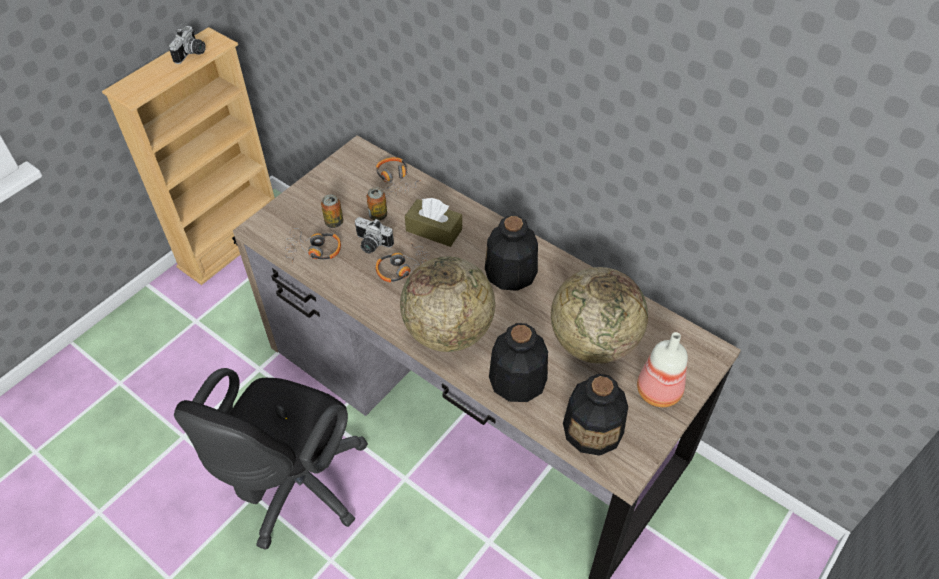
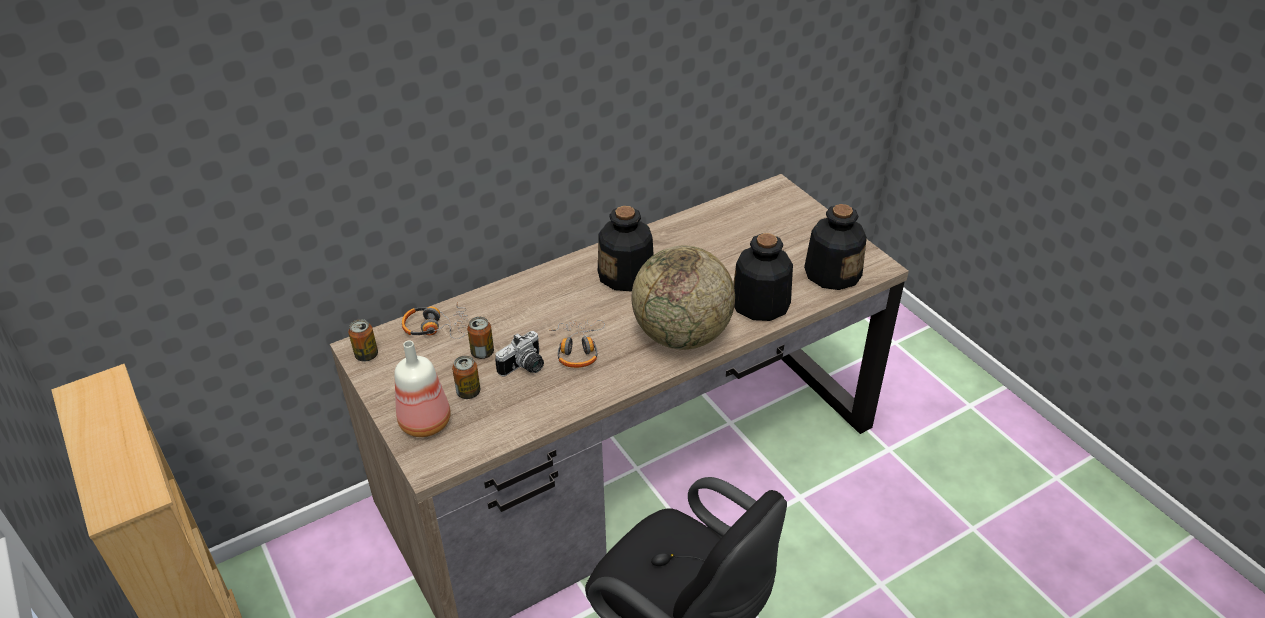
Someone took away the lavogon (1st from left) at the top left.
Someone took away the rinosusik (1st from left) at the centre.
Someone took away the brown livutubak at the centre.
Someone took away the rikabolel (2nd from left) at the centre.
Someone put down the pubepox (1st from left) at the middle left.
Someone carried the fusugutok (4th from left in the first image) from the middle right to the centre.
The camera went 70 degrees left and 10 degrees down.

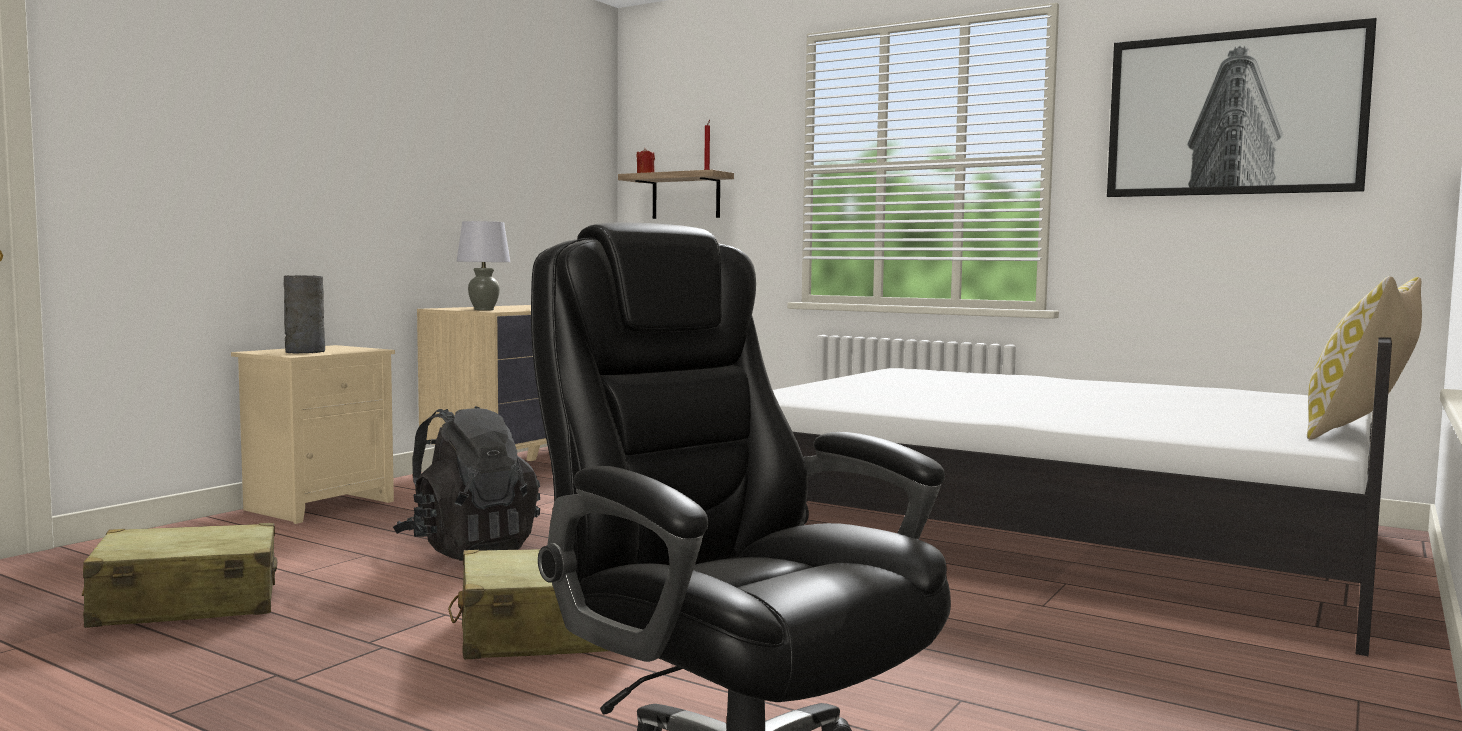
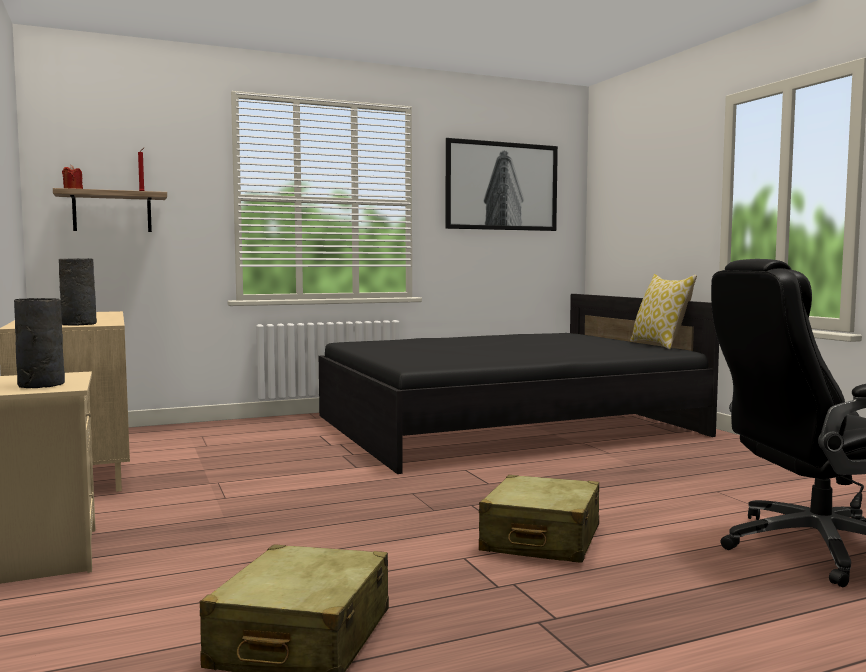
Someone took away the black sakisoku at the middle left.
Someone swapped the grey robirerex at the middle left for the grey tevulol (2nd from left) at the middle left.
Someone repainted the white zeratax at the bottom right, which became the black zeratax at the centre.
The camera went 55 degrees left and 0 degrees up.

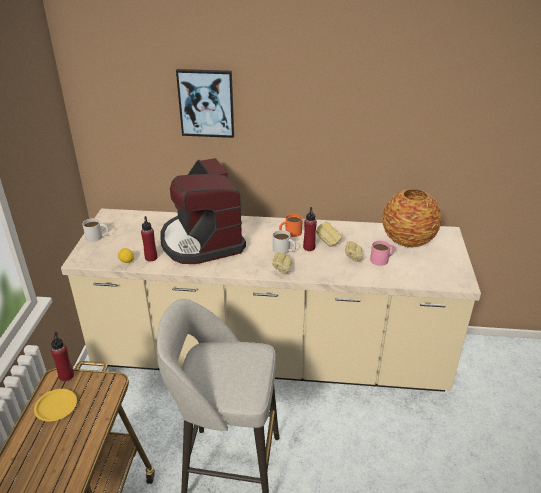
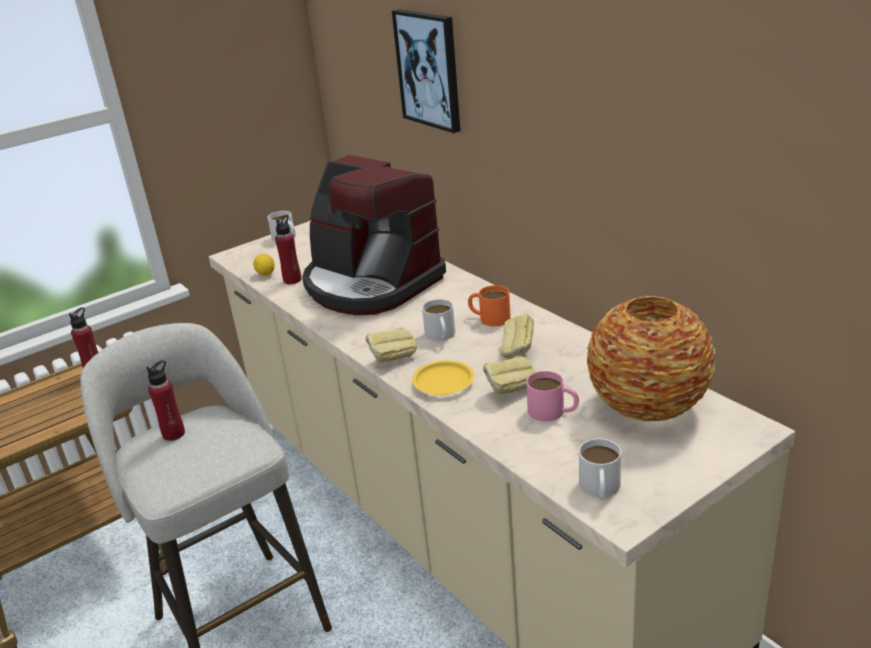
Someone put down the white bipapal (3rd from left) at the bottom right.
Someone carried the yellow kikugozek from the bottom left to the centre.
Someone carried the red fusugutok (3rd from left in the first image) from the centre to the middle left.
Someone rotated the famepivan at the centre by 75 degrees counterclockwise.
The camera went 50 degrees right and 5 degrees down.

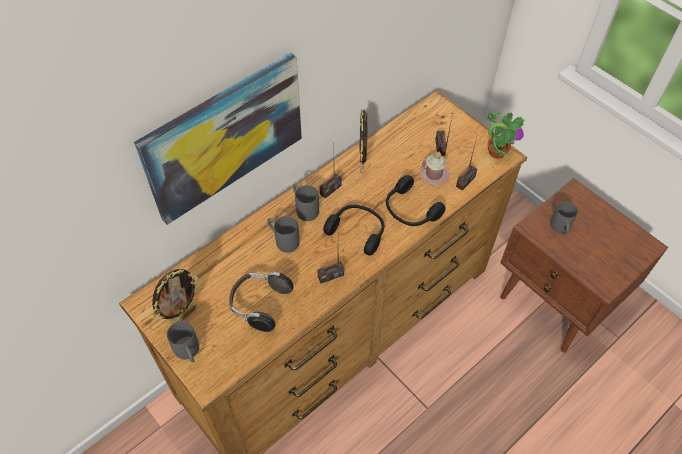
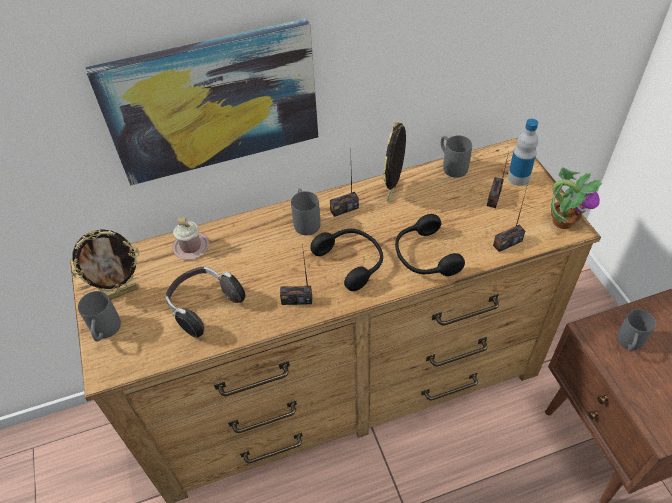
Someone put down the fusugutok at the top right.
Someone carried the grey bipapal (2nd from left in the first image) from the centre to the top right.
Someone carried the pink bipapal from the centre to the middle left.
The camera went 25 degrees right and 5 degrees down.

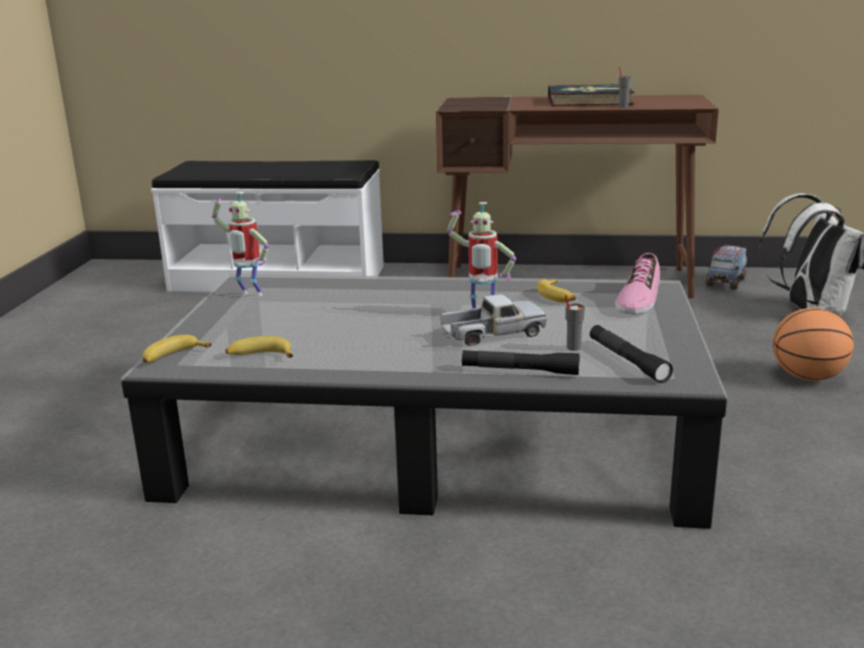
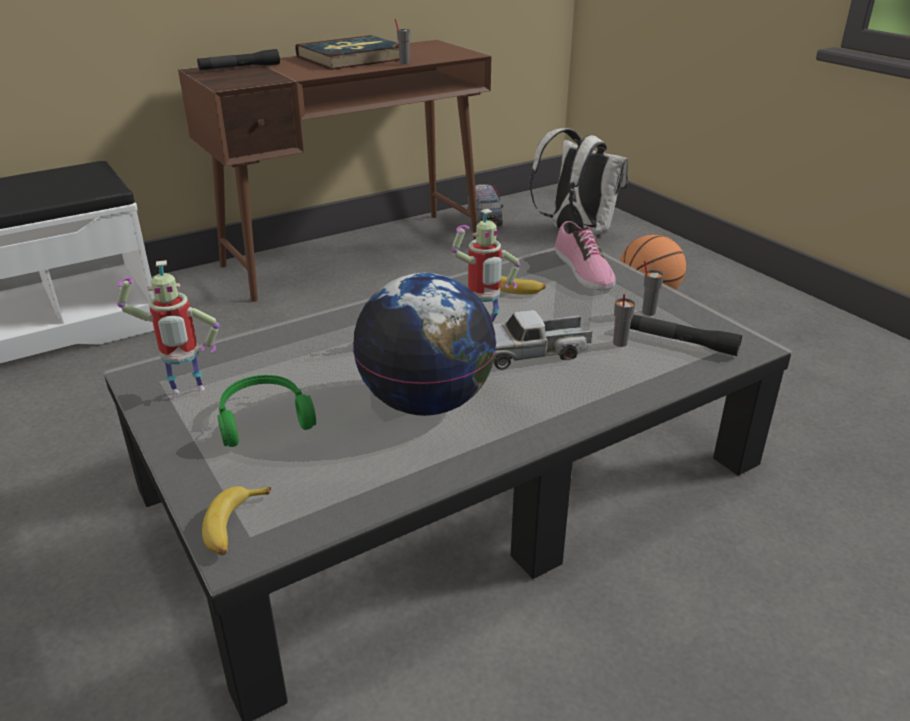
Someone took away the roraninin (2nd from left) at the middle left.
Someone put down the green rinosusik at the middle left.
Someone put down the rikabolel at the centre.
Someone put down the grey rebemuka (3rd from left) at the middle right.
Someone carried the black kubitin (1st from left) from the centre to the top left.
Someone rotated the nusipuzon (1st from left in the first image) at the centre by 135 degrees counterclockwise.
The camera went 40 degrees left and 10 degrees up.

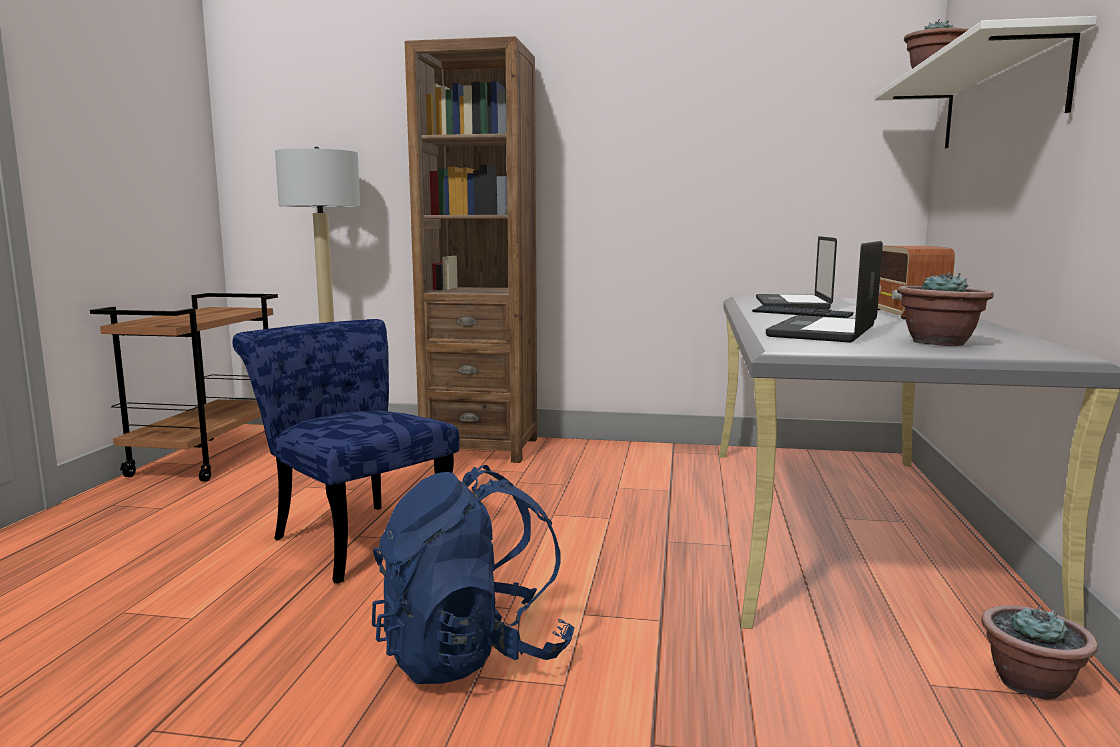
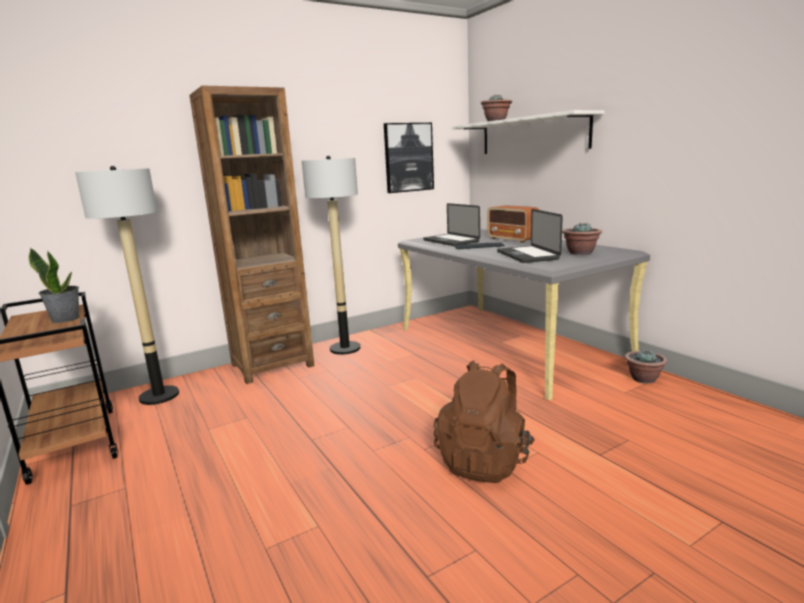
Someone took away the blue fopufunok at the middle left.
Someone put down the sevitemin (1st from left) at the middle left.
Someone put down the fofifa (2nd from left) at the centre.
Someone put up the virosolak at the top centre.
Someone repainted the blue sakisoku at the bottom centre, which became the brown sakisoku at the bottom centre.
The camera went 40 degrees left and 5 degrees up.

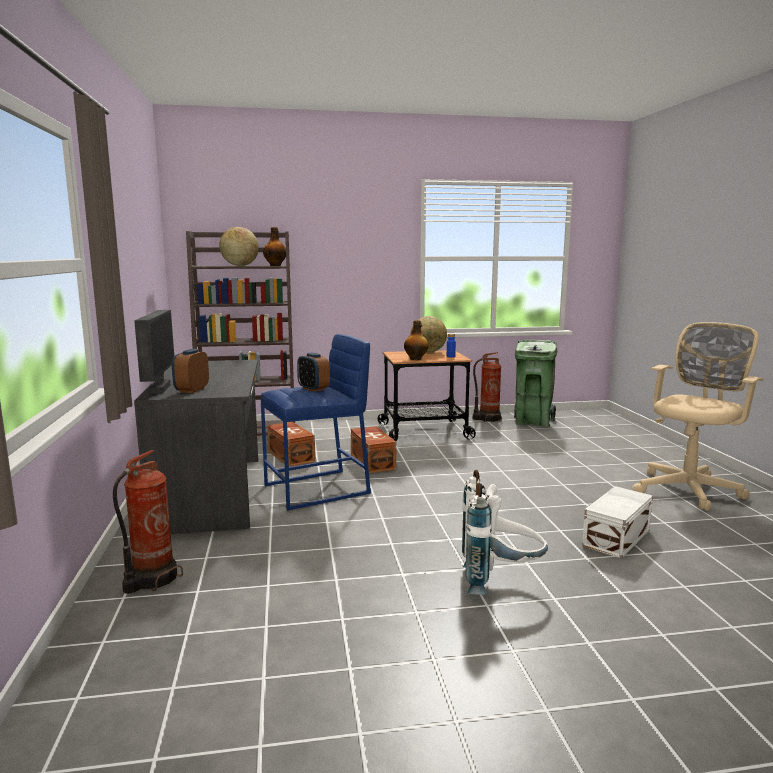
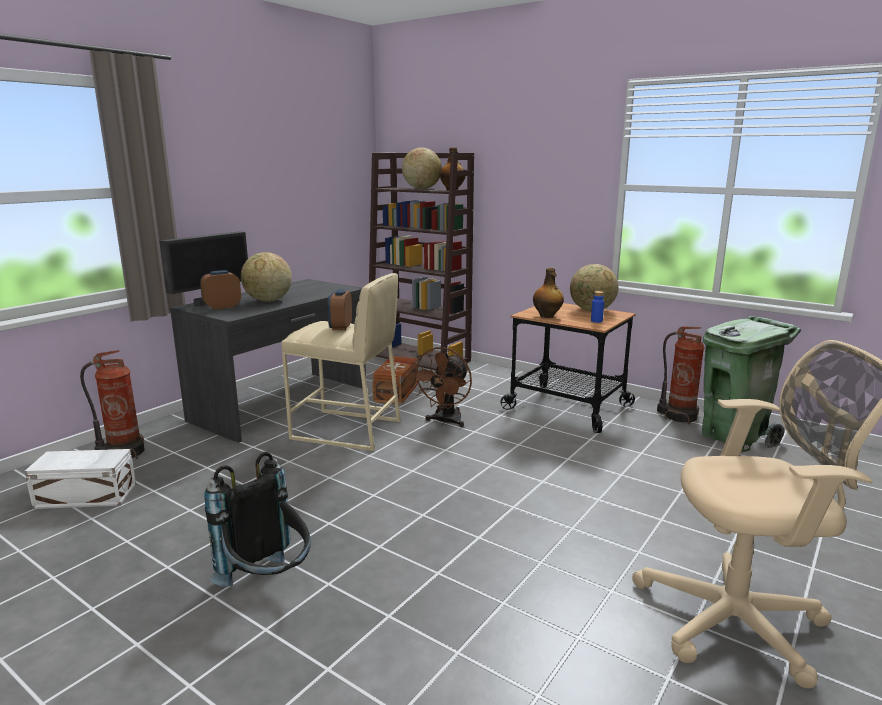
Someone put down the rikabolel (1st from left) at the middle left.
Someone carried the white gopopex from the bottom right to the bottom left.
Someone swapped the brown gopopex (2nd from left) at the centre for the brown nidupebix at the centre.
Someone repainted the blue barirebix at the centre, which became the beige barirebix at the centre.
Someone repainted the white sakisoku at the bottom centre, which became the black sakisoku at the bottom left.
The camera went 45 degrees right and 5 degrees up.

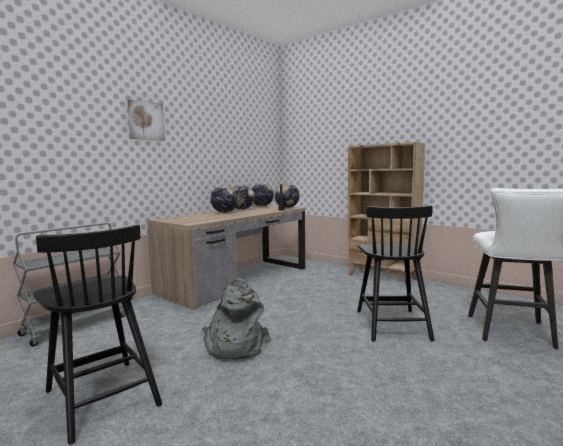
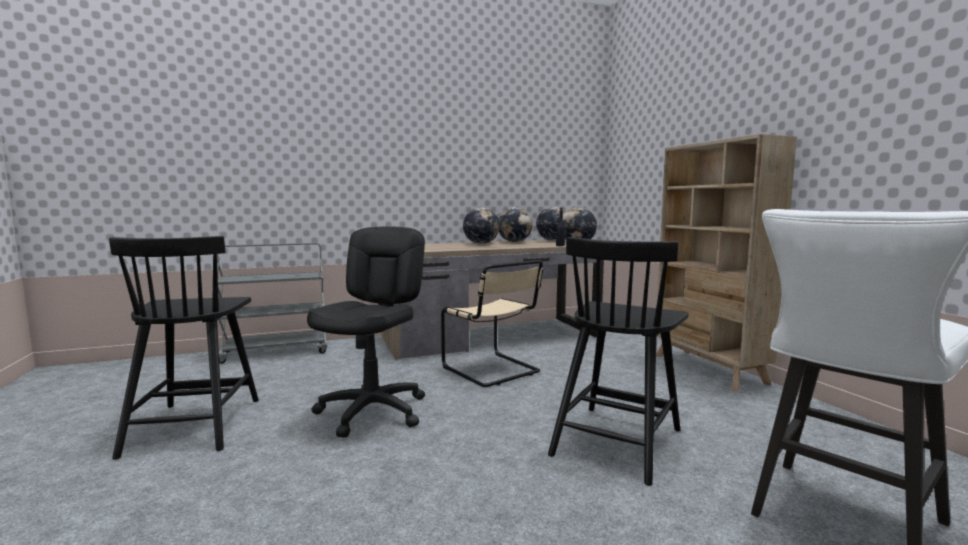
Someone took away the virosolak at the top left.
Someone put down the beige fopufunok at the centre.
Someone swapped the grey sakisoku at the bottom centre for the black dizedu at the centre.
The camera went 30 degrees right and 0 degrees up.

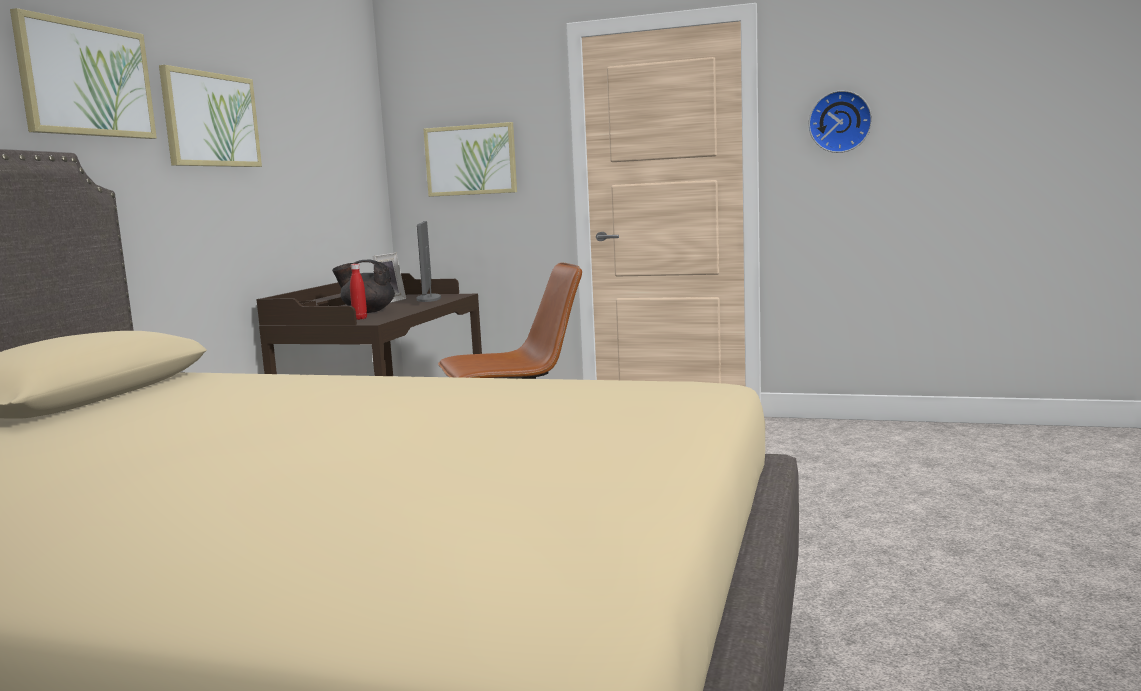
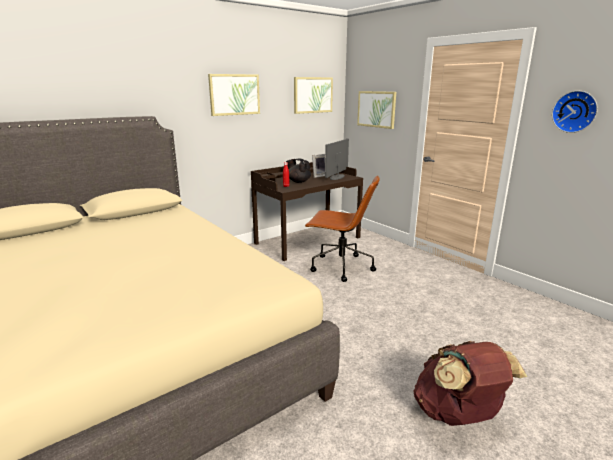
Someone put down the brown sakisoku at the bottom right.
Someone carried the virosolak (1st from left in the first image) from the top left to the top centre.
The camera went 35 degrees right and 10 degrees up.

